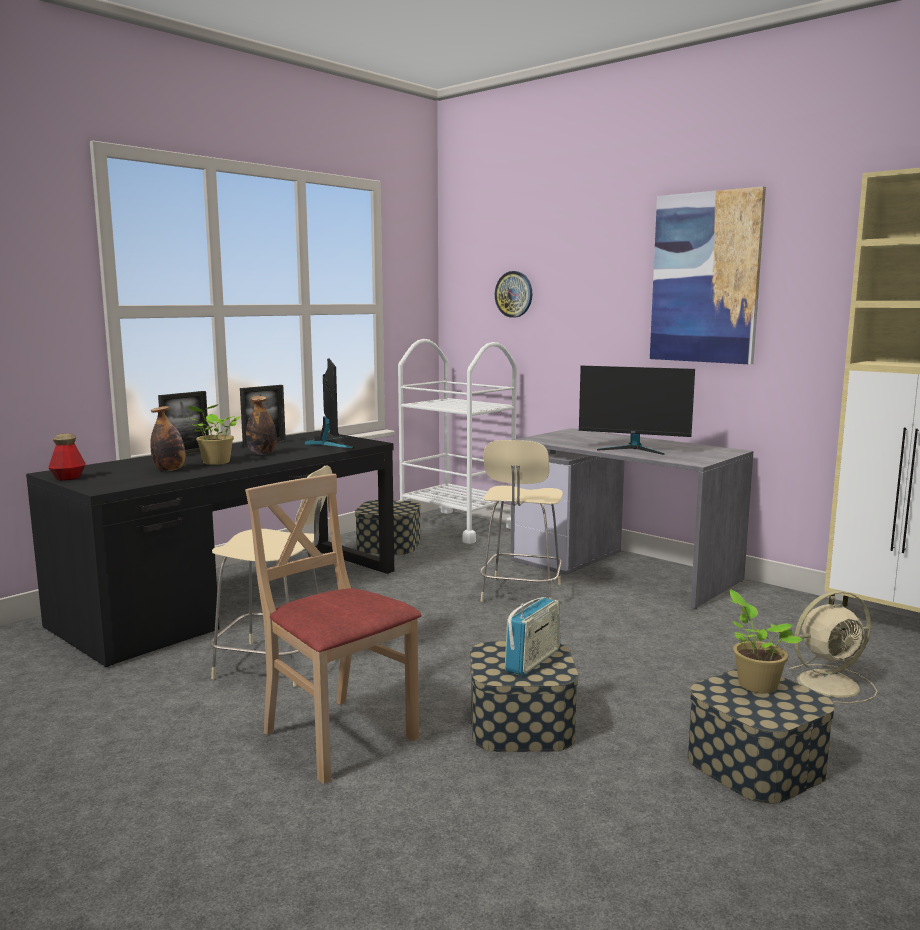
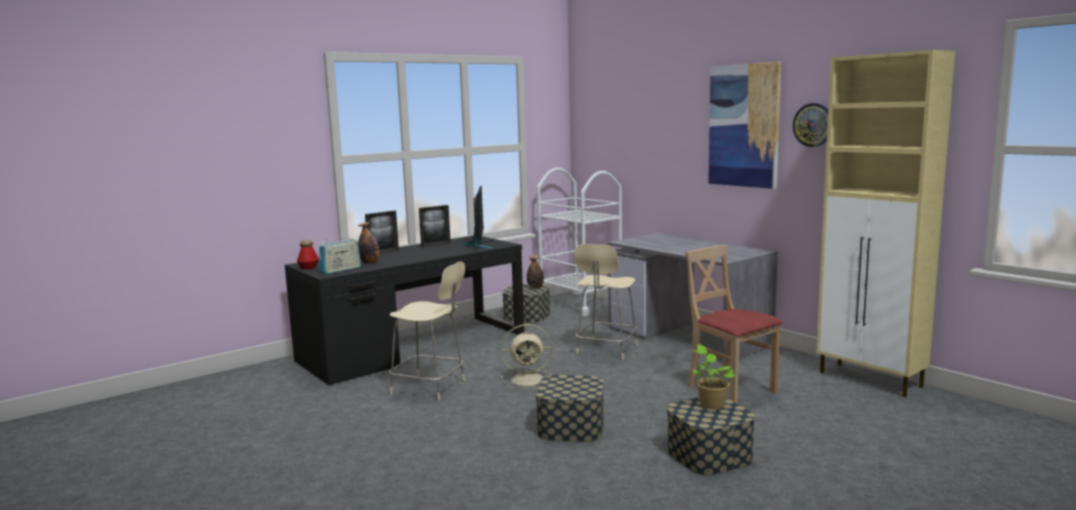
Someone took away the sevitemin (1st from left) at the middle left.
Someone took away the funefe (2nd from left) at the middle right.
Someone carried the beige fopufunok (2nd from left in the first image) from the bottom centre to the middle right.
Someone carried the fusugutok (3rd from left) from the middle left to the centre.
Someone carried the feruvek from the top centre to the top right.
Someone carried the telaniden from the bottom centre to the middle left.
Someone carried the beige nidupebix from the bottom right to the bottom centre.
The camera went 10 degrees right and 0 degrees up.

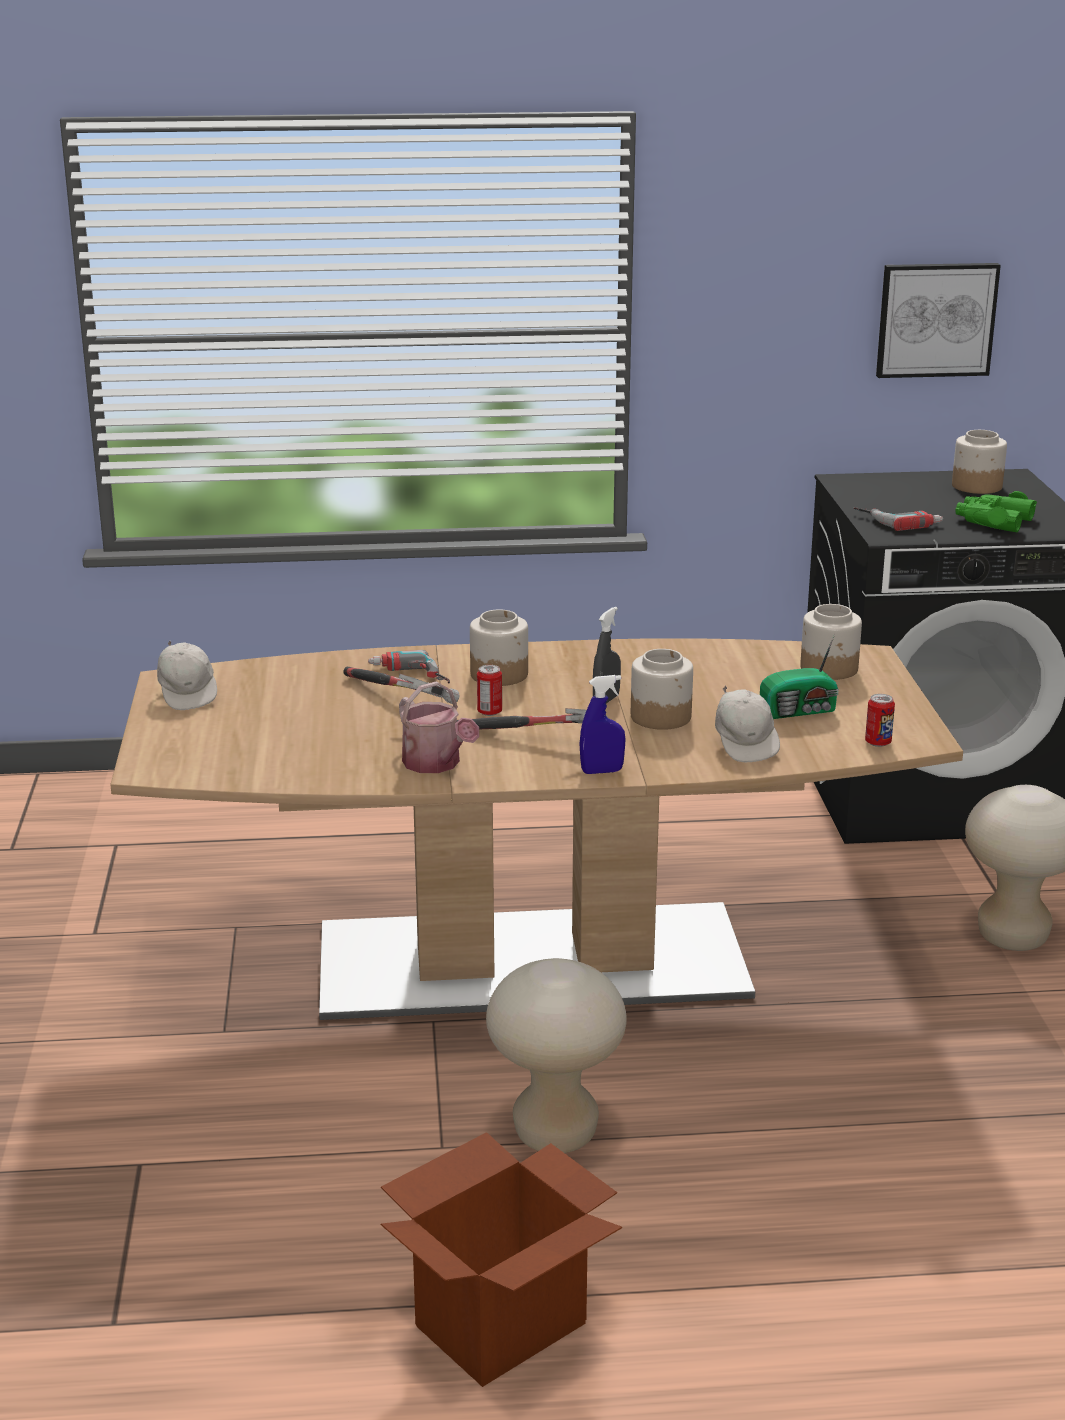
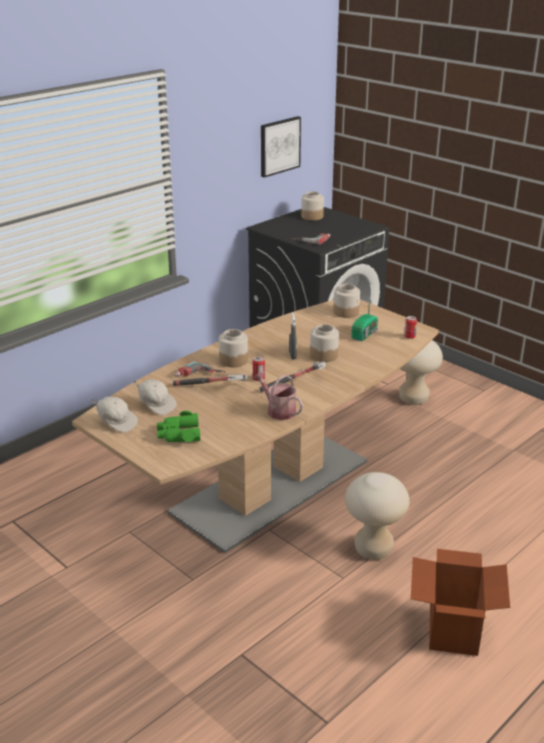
Someone took away the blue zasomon at the centre.
Someone carried the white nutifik (2nd from left) from the middle right to the middle left.
Someone carried the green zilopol from the middle right to the middle left.
Someone rotated the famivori at the centre by 150 degrees counterclockwise.
The camera went 40 degrees left and 5 degrees up.

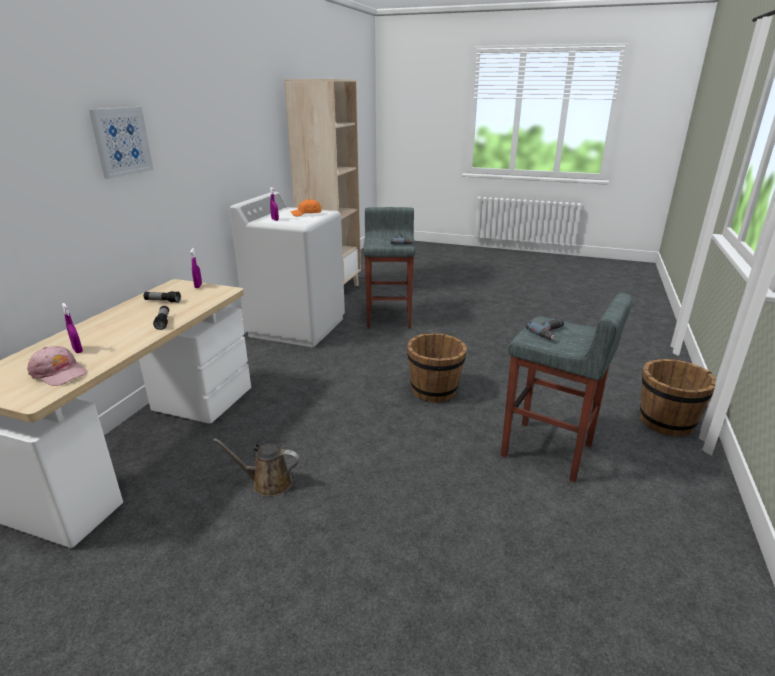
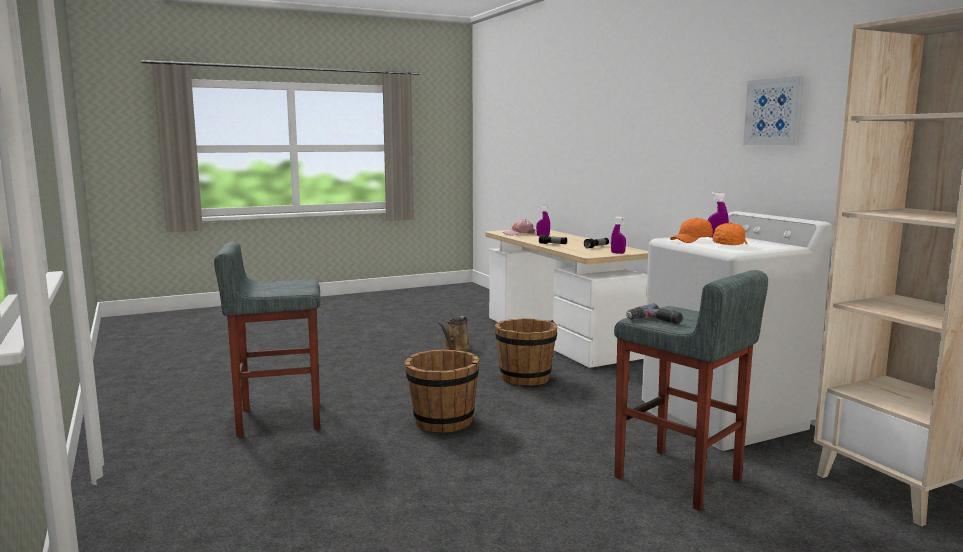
Someone took away the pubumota (2nd from left) at the middle right.
Someone put down the orange nutifik (1st from left) at the middle right.
Someone carried the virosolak from the top left to the top right.
Someone carried the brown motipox (2nd from left) from the middle right to the centre.
Someone rotated the brown famivori at the bottom left by 150 degrees clockwise.
The camera went 135 degrees right and 15 degrees down.

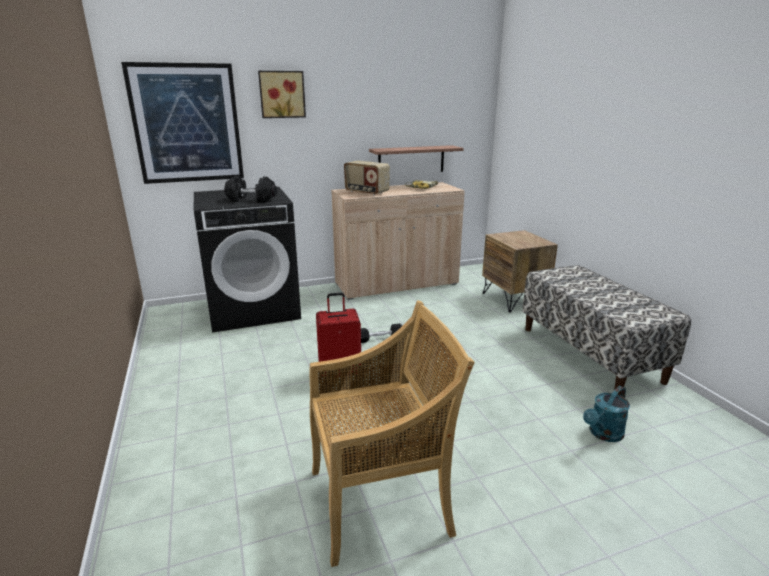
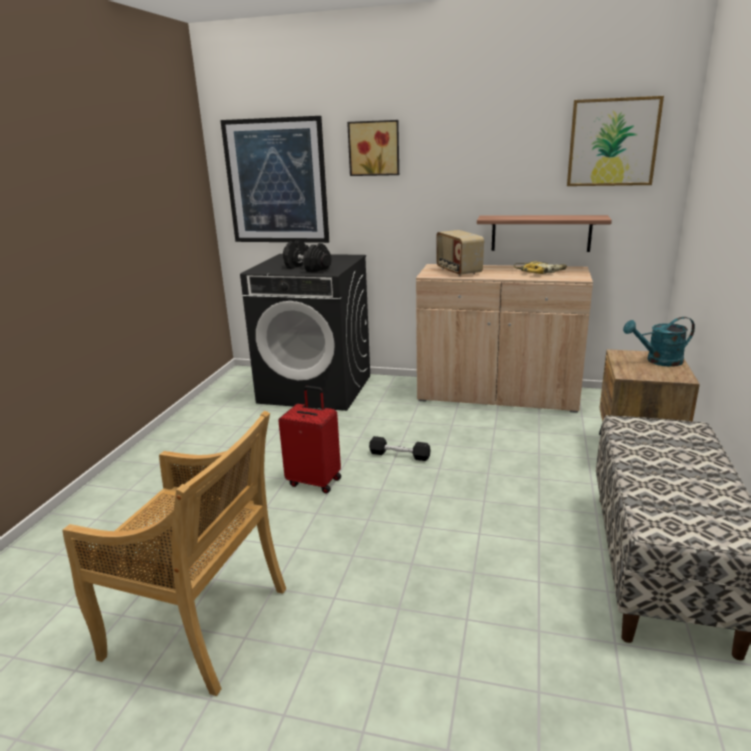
Someone put up the virosolak (3rd from left) at the top right.
Someone carried the turquoise famivori from the bottom right to the middle right.
The camera went 35 degrees right and 0 degrees up.

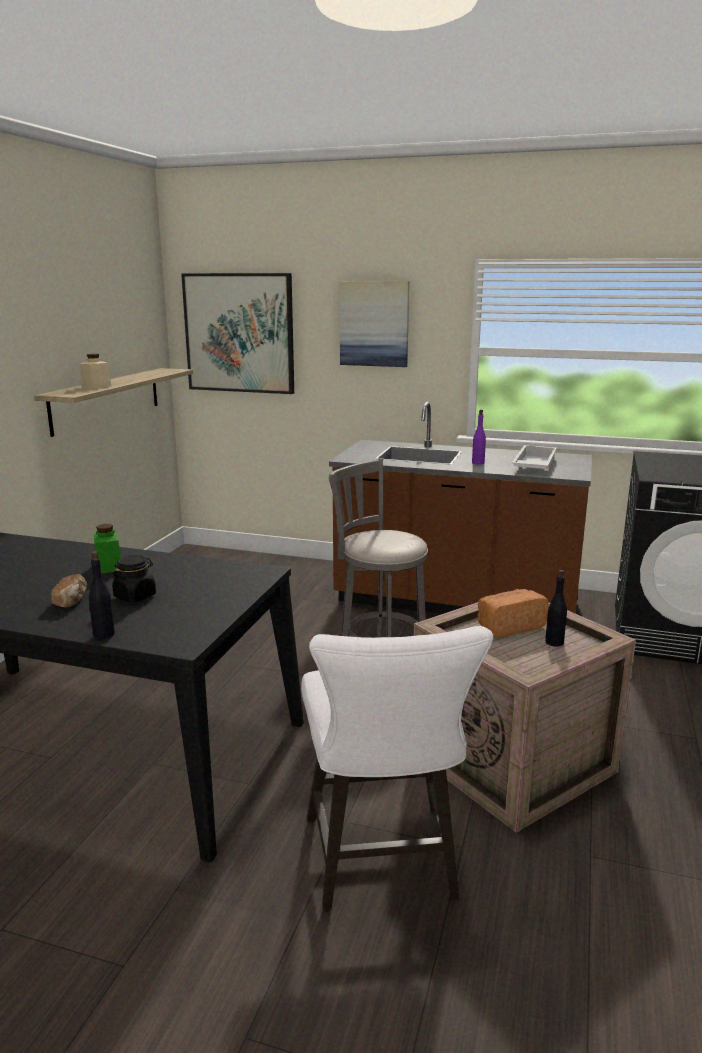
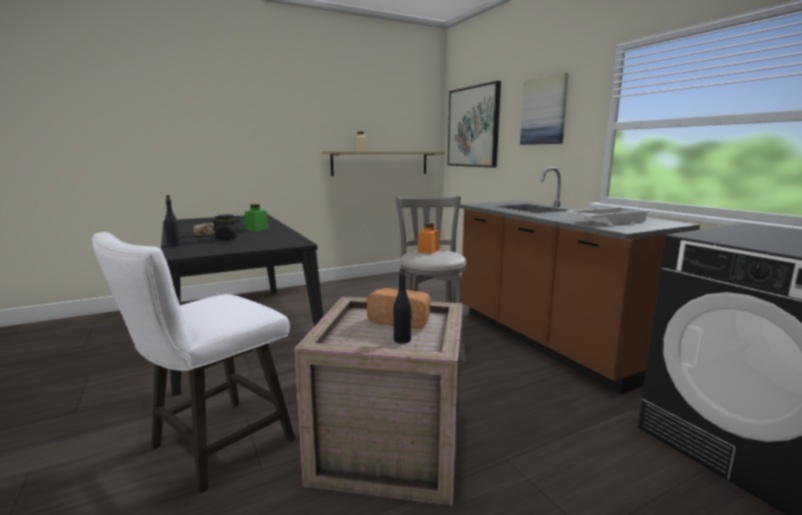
Someone took away the purple fusugutok at the middle right.
Someone put down the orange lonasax at the centre.
The camera went 45 degrees right and 5 degrees down.

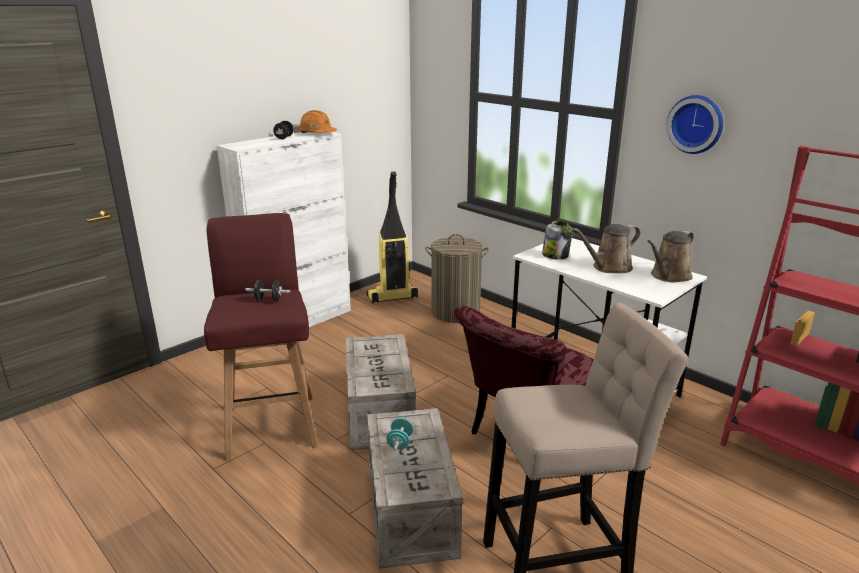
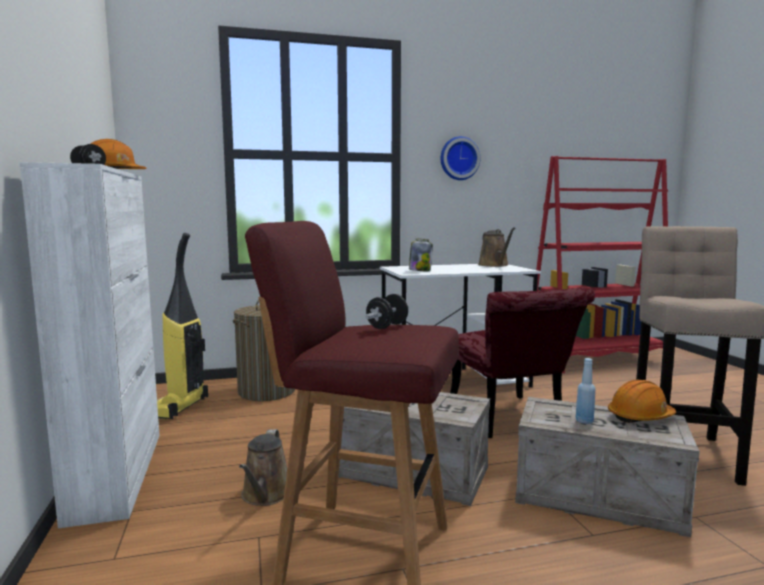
Someone put down the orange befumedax (2nd from left) at the bottom right.
Someone carried the brown famivori (1st from left) from the middle right to the bottom centre.
Someone swapped the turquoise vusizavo at the bottom centre for the blue fusugutok at the bottom right.
The camera went 60 degrees left and 15 degrees down.

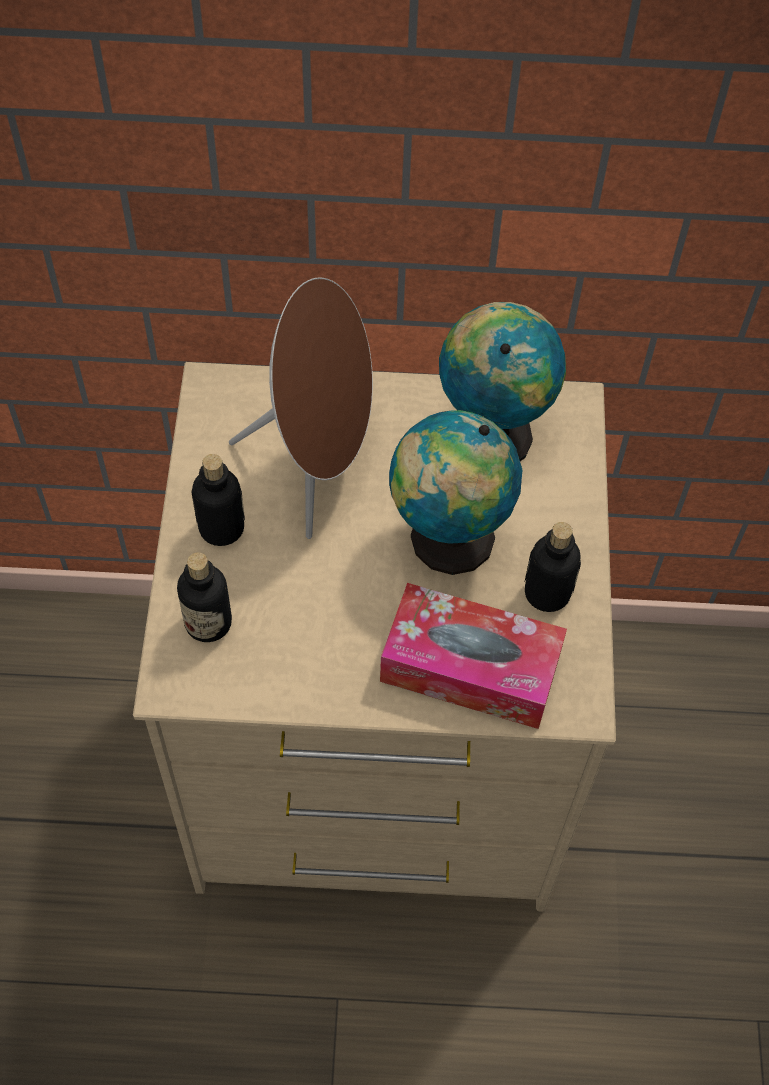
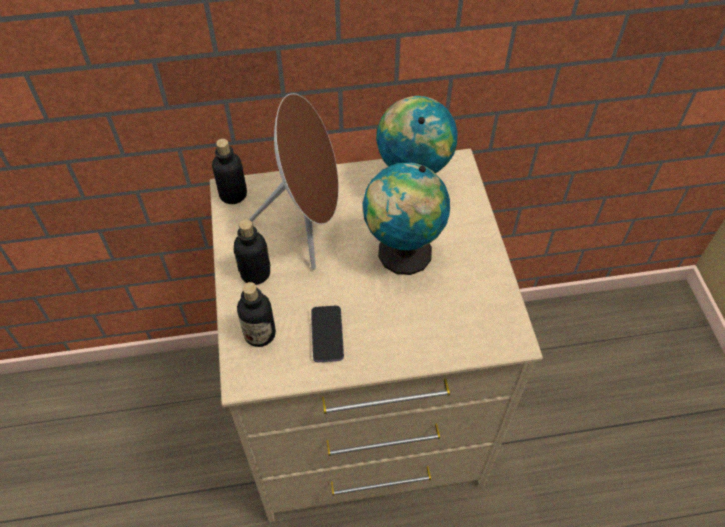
Someone took away the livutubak at the centre.
Someone put down the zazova at the centre.
Someone carried the fusugutok (3rd from left in the first image) from the middle right to the top left.
The camera went 10 degrees left and 5 degrees down.

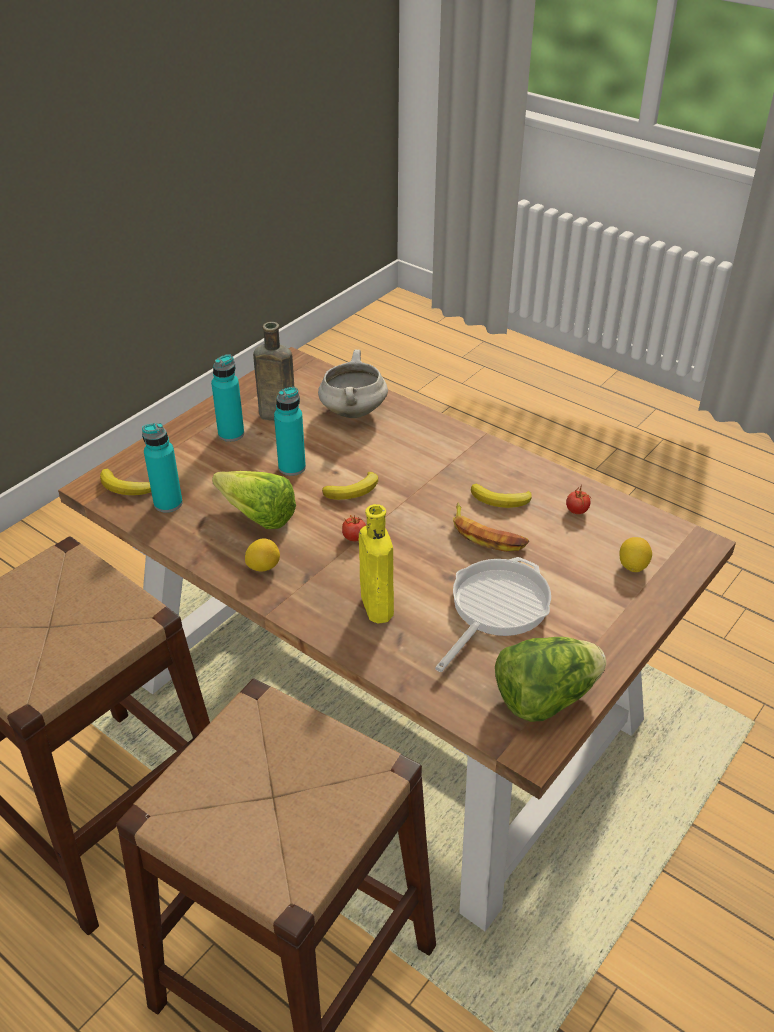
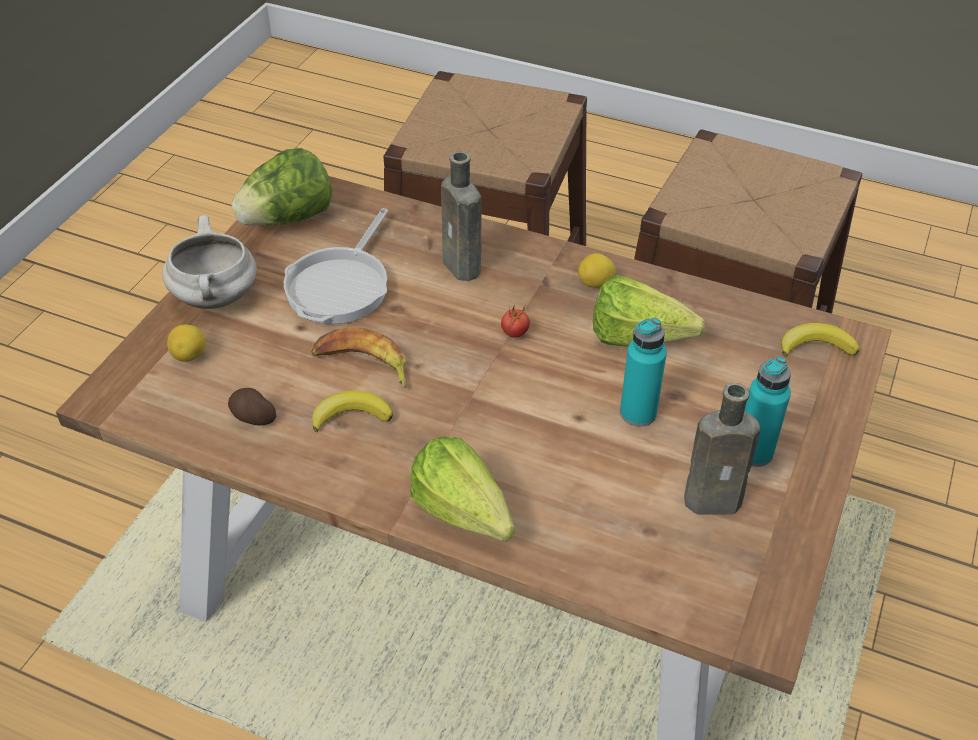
Someone took away the turquoise fusugutok (1st from left) at the middle left.
Someone took away the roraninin (2nd from left) at the centre.
Someone put down the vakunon (2nd from left) at the centre.
Someone carried the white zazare from the centre to the middle left.
Someone swapped the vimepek (2nd from left) at the middle right for the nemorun at the middle left.
Someone repainted the yellow fusugutok at the centre, which became the brown fusugutok (1st from left) at the top centre.
The camera went 165 degrees right and 5 degrees up.

